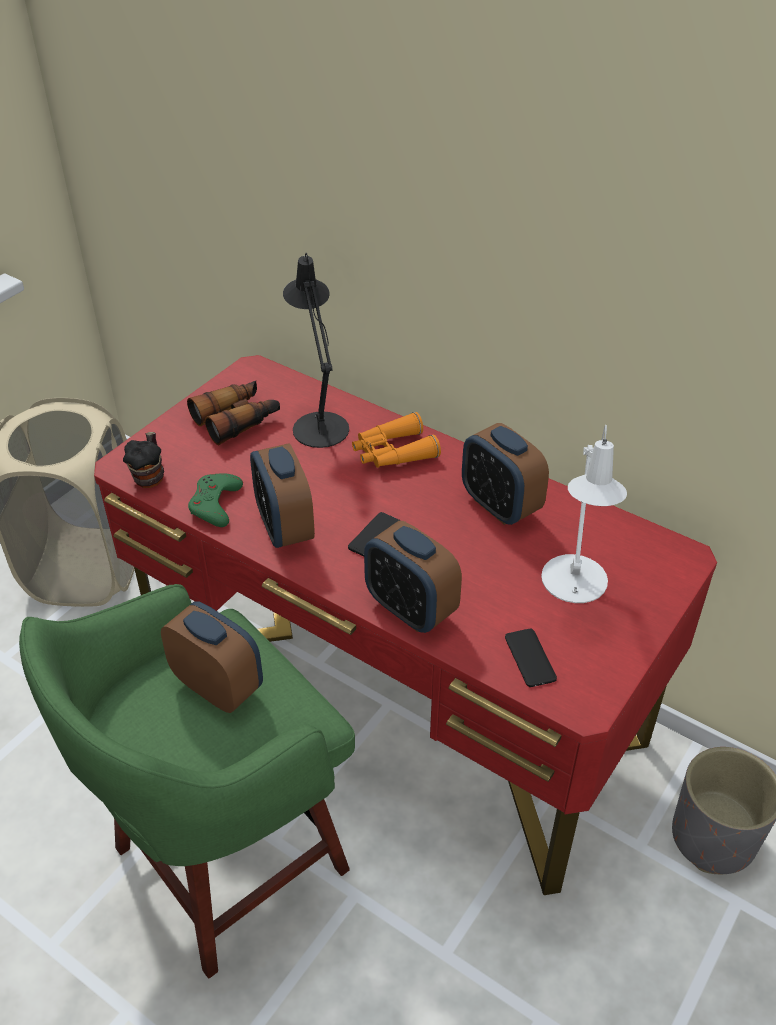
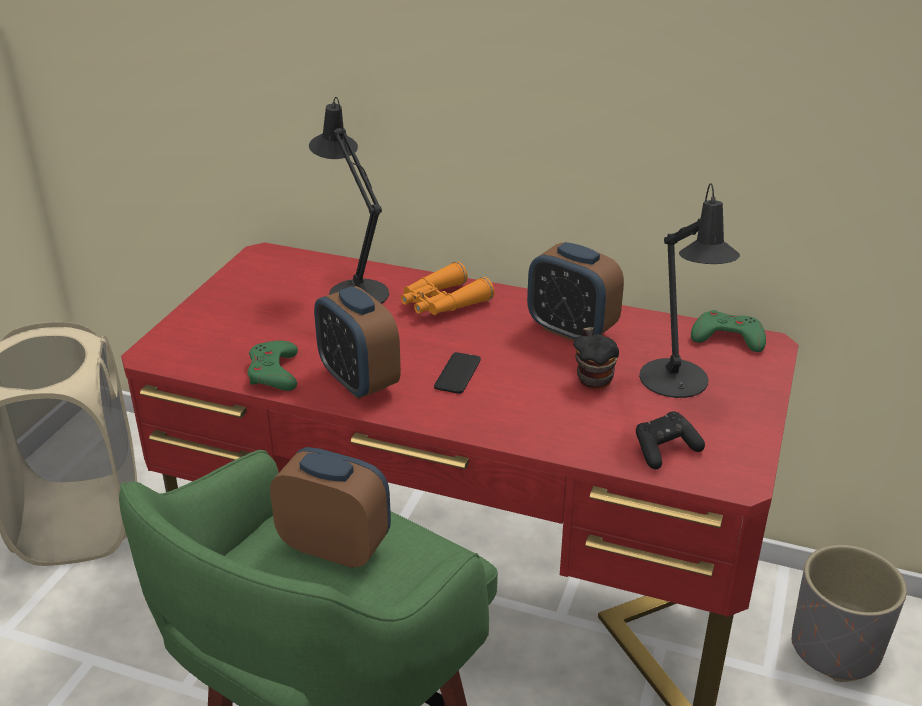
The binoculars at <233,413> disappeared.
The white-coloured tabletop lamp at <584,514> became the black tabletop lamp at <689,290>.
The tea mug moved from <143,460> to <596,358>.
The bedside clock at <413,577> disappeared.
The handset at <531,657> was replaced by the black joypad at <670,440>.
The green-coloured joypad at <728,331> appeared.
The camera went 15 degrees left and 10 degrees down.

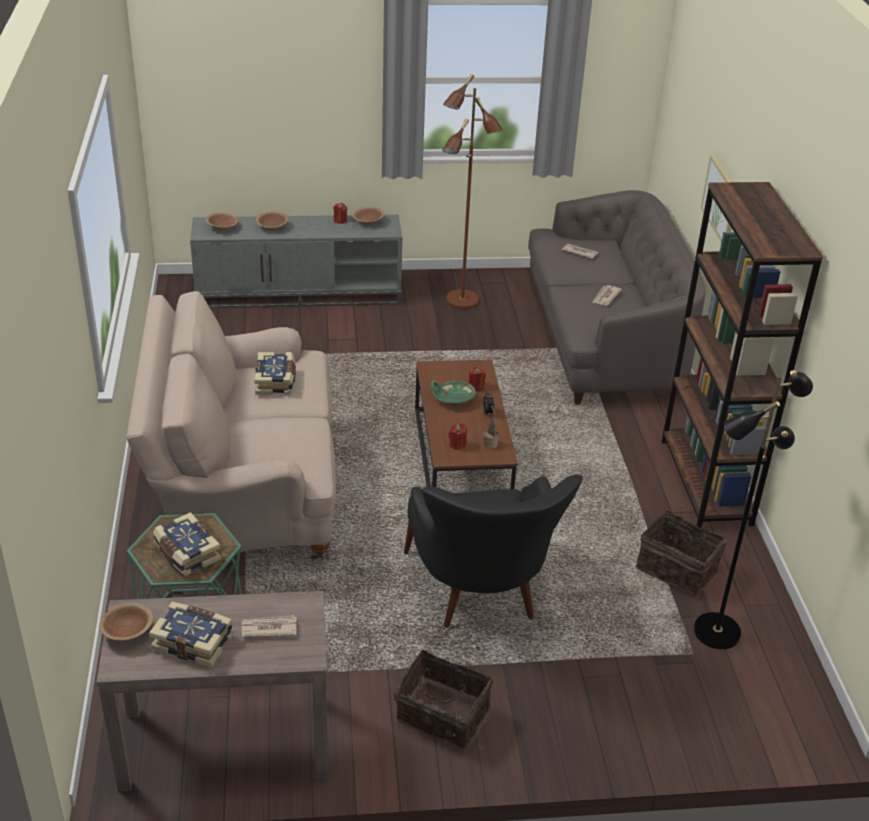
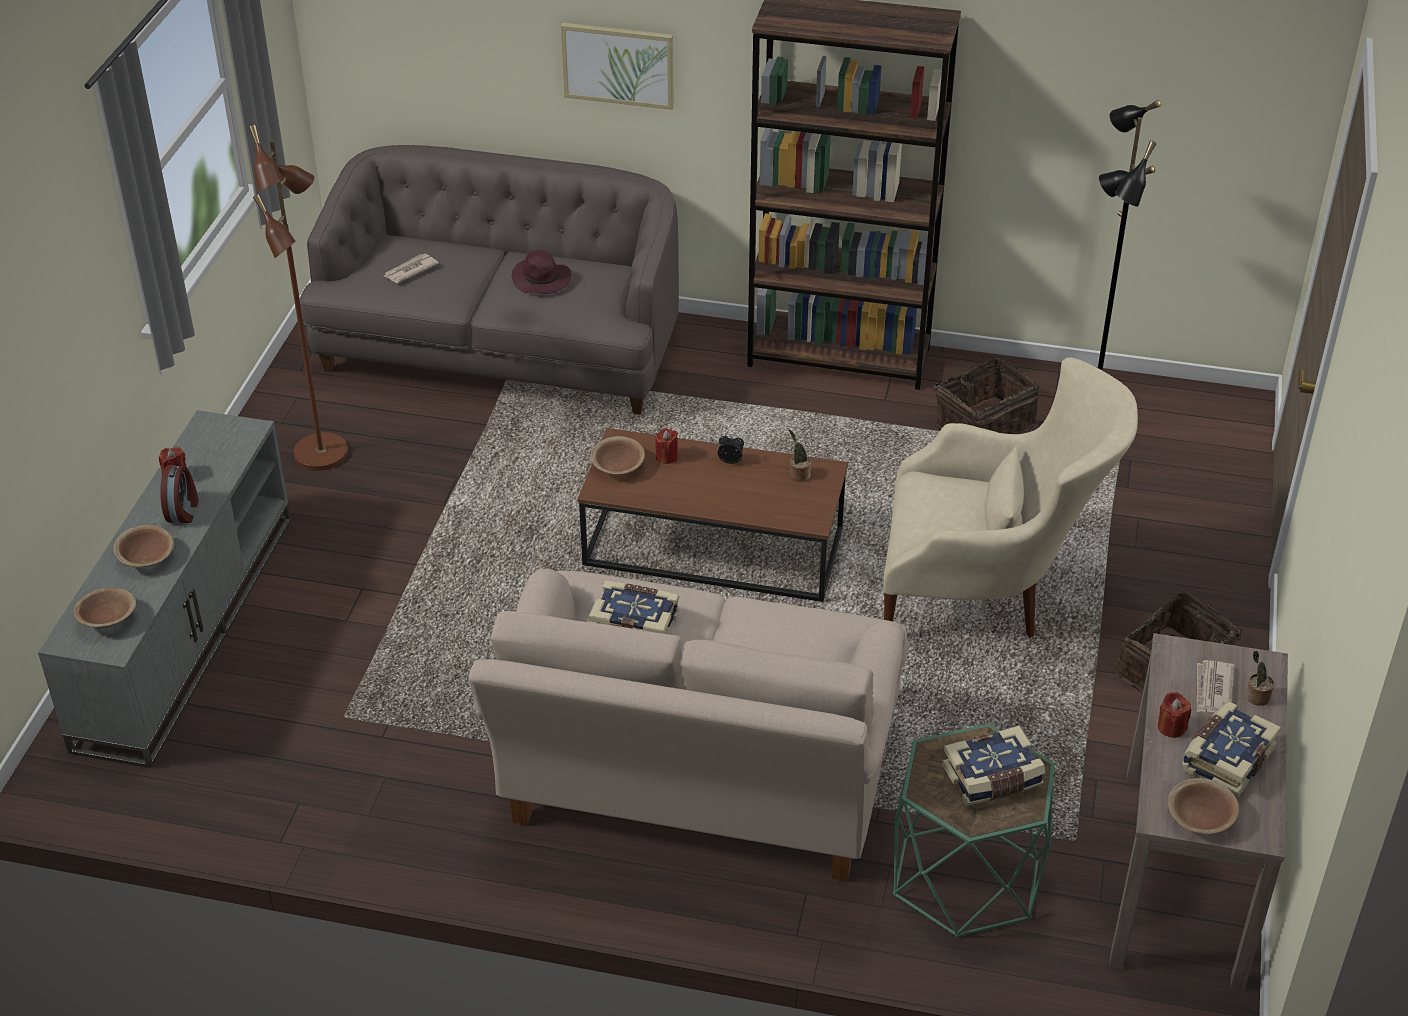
The brown-coloured deep dish moved from <369,216> to <617,455>.
The newspaper at <607,295> was replaced by the purple-coloured clothing hat at <542,272>.
The green-coloured deep dish at <453,393> disappeared.
The red-coloured candle moved from <457,436> to <1174,715>.
The black easy chair at <493,551> became the beige easy chair at <1010,498>.
The bedside clock at <179,494> appeared.
The houseplant at <1260,678> appeared.
The camera went 70 degrees left and 5 degrees up.

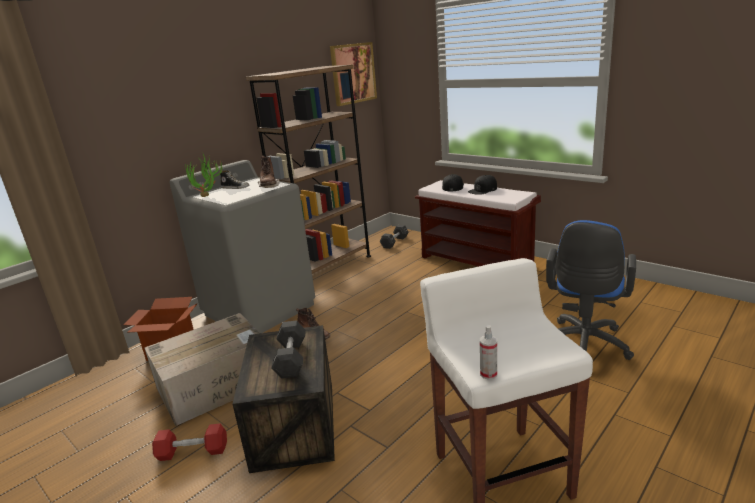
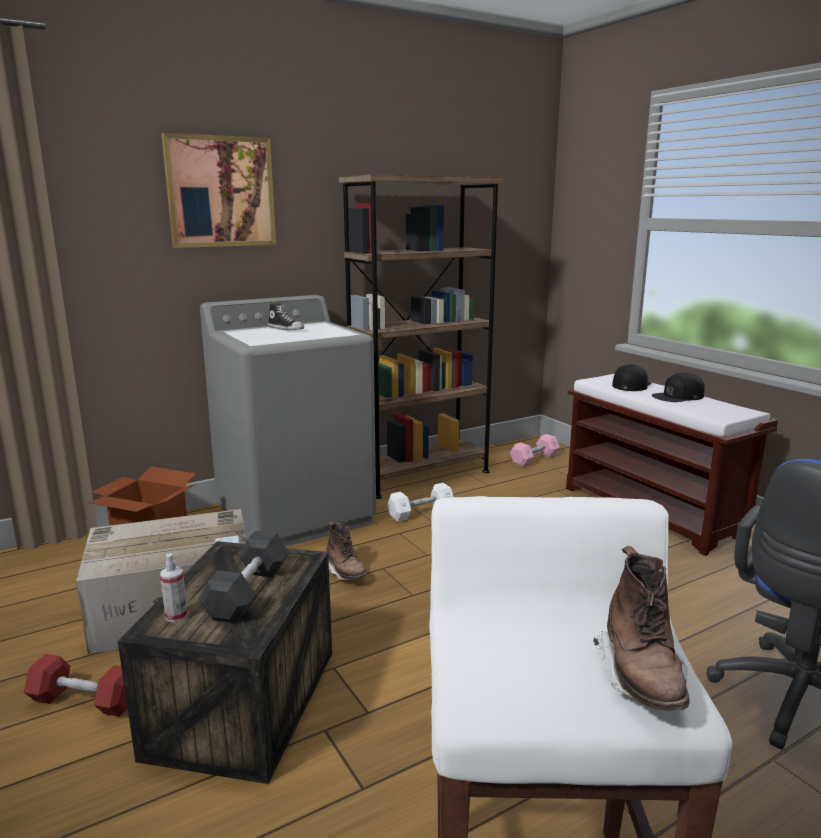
The picture moved from <353,74> to <218,190>.
The houseplant at <203,175> disappeared.
The brown-coloured high-top boot moved from <269,172> to <642,628>.
The black free weight at <394,237> became the pink-coloured free weight at <535,450>.
The spray bottle moved from <488,352> to <174,588>.
The white-coloured free weight at <420,502> appeared.
The camera went 15 degrees right and 5 degrees down.

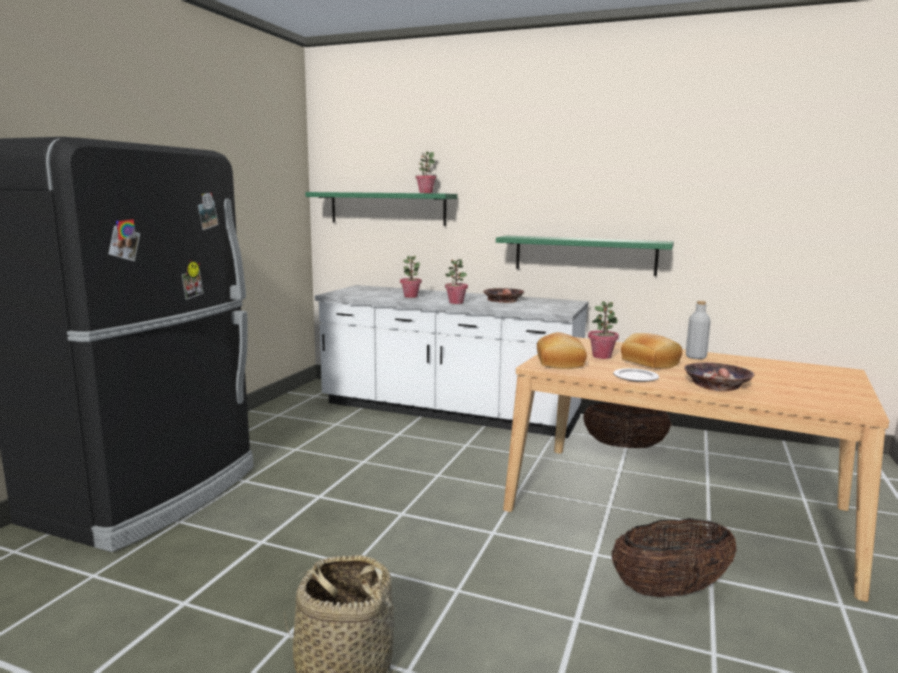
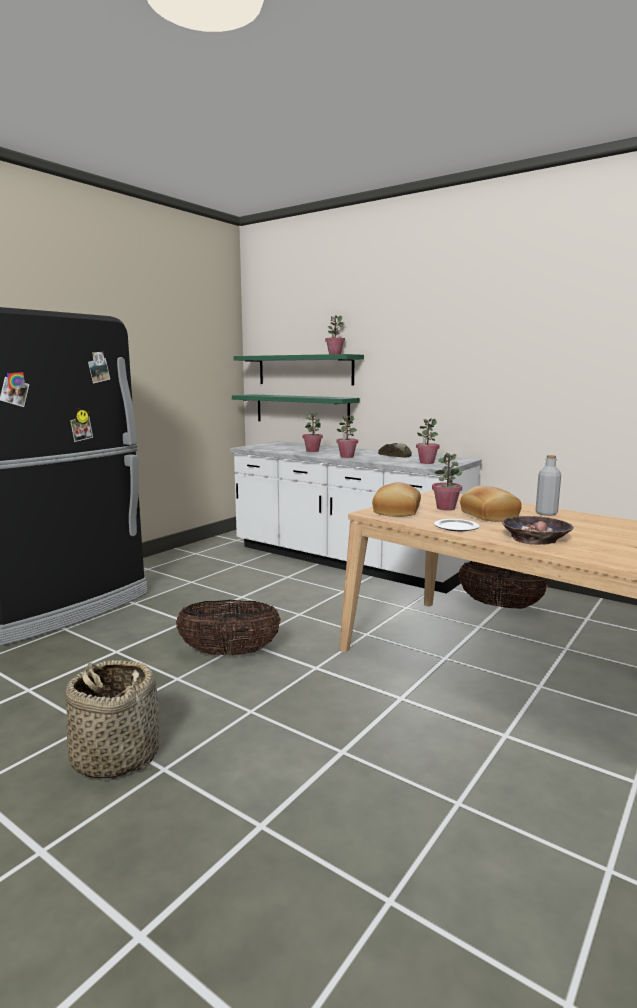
The green-coloured shelf moved from <585,256> to <295,410>.
The deep dish at <504,295> was replaced by the bread at <395,450>.
The storage basket moved from <674,558> to <228,628>.
The houseplant at <428,441> appeared.
The camera went 15 degrees right and 0 degrees up.

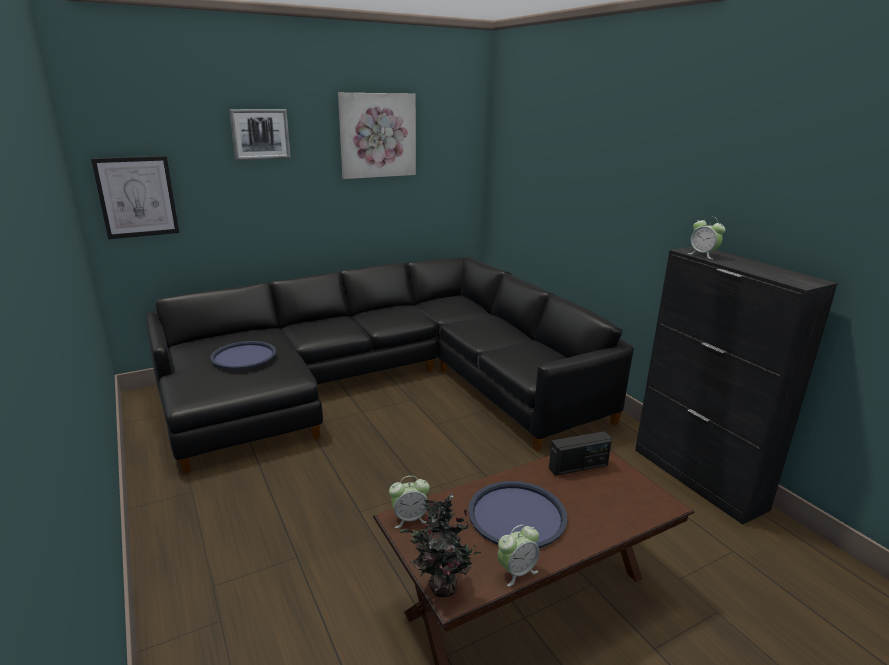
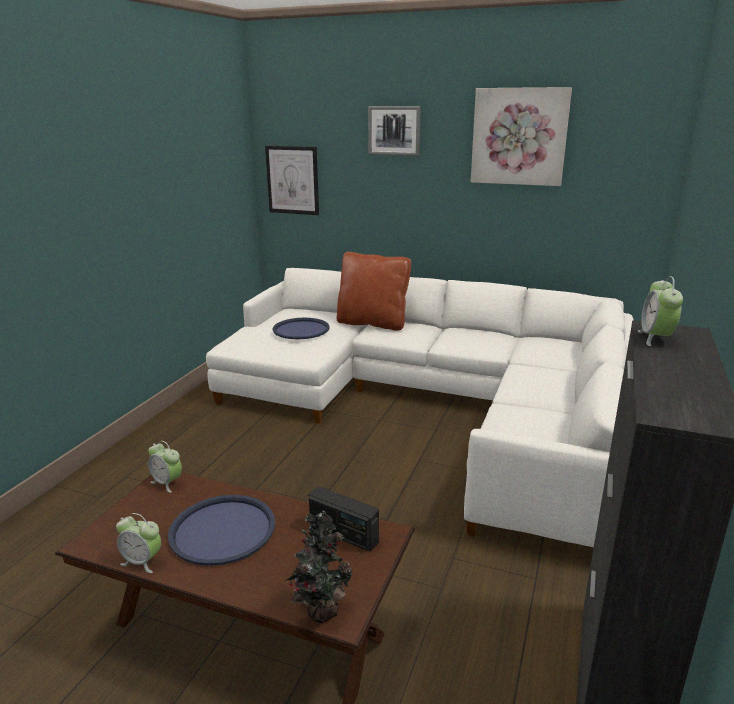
The black settee at <390,365> became the white-coloured settee at <419,407>.
The houseplant moved from <443,545> to <318,567>.
The brown-coloured throw pillow at <374,291> appeared.
The camera went 50 degrees right and 0 degrees up.

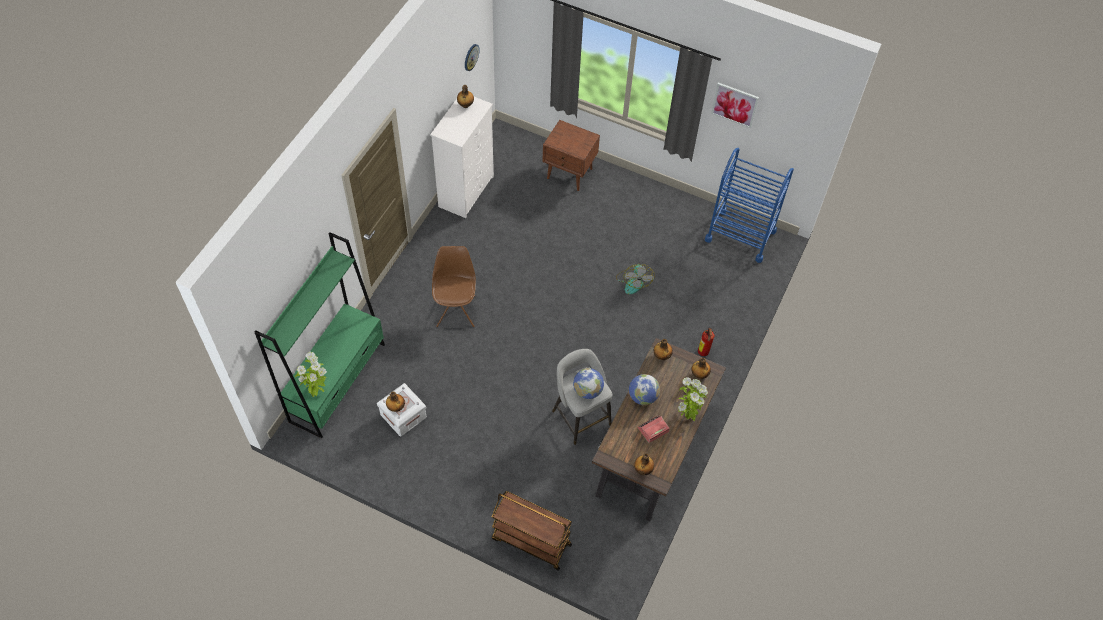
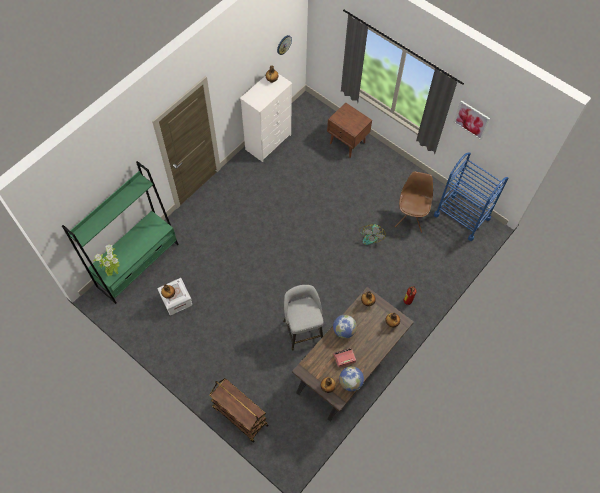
The brown-coloured upright chair moved from <454,286> to <414,202>.
The desk globe moved from <588,383> to <351,378>.
The houseplant at <693,399> disappeared.
The camera went 15 degrees right and 5 degrees up.

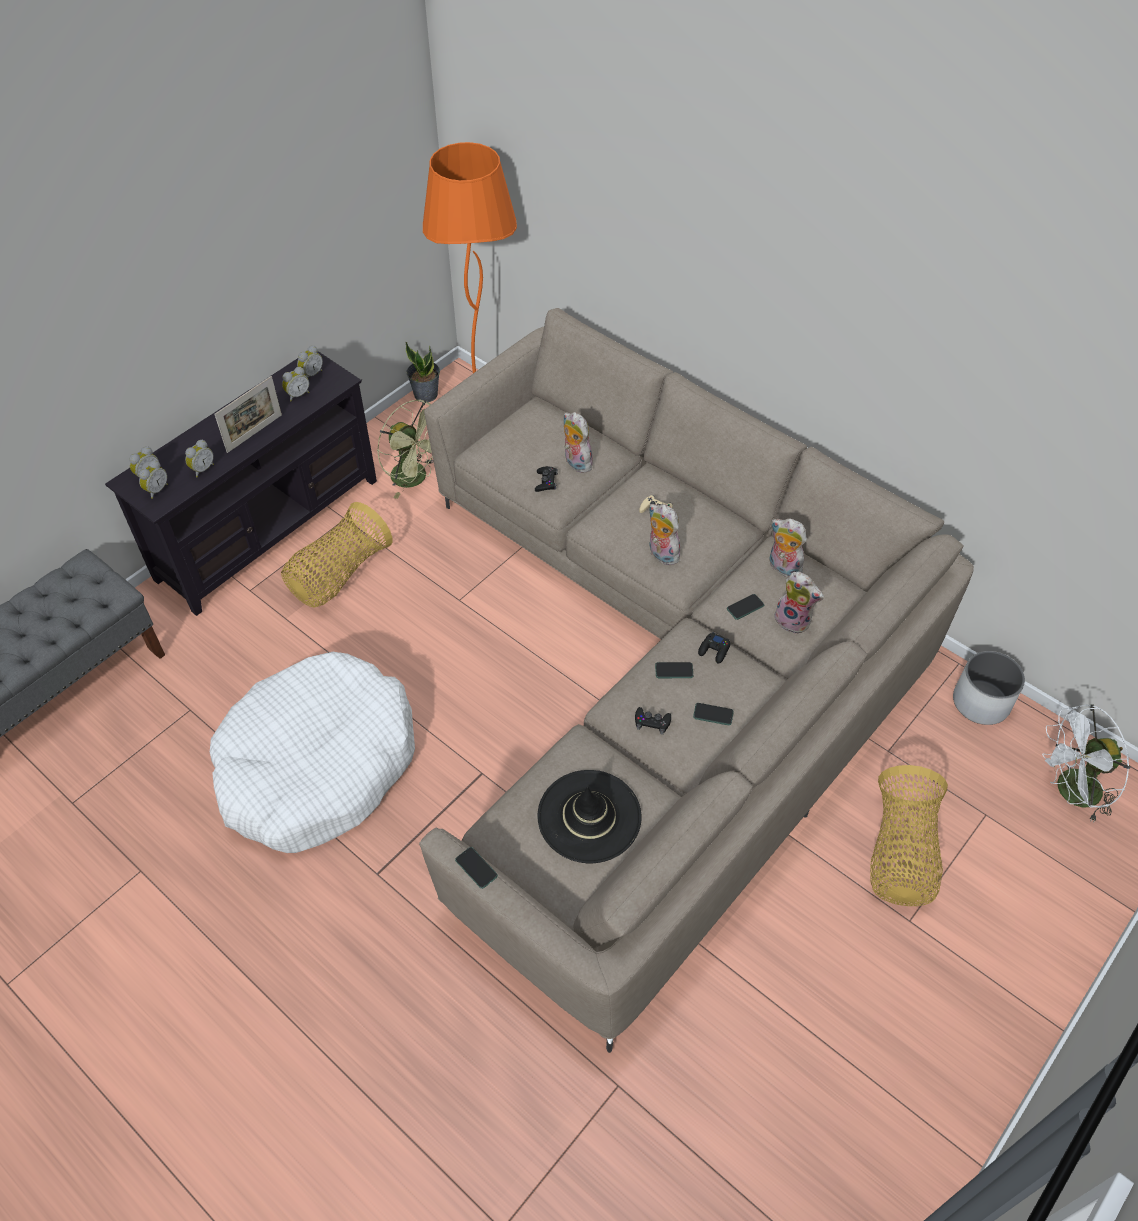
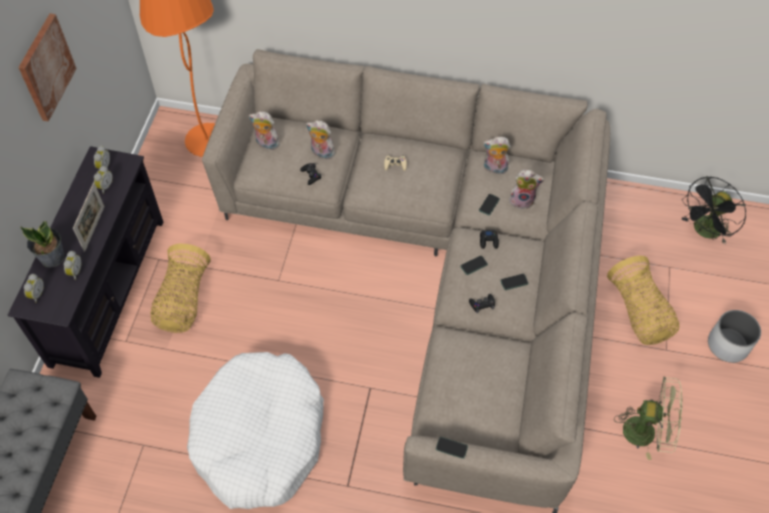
The houseplant moved from <422,372> to <42,244>.
The green-coloured cooling fan moved from <405,449> to <648,418>.
The bedside clock at <153,479> disappeared.
The cuddly toy moved from <664,534> to <264,130>.
The white-coloured planter moved from <989,688> to <734,336>.
The white-coloured cooling fan at <1086,763> became the black cooling fan at <713,210>.
The black clothing hat at <589,816> disappeared.
The picture at <47,67> appeared.
The camera went 30 degrees left and 5 degrees up.

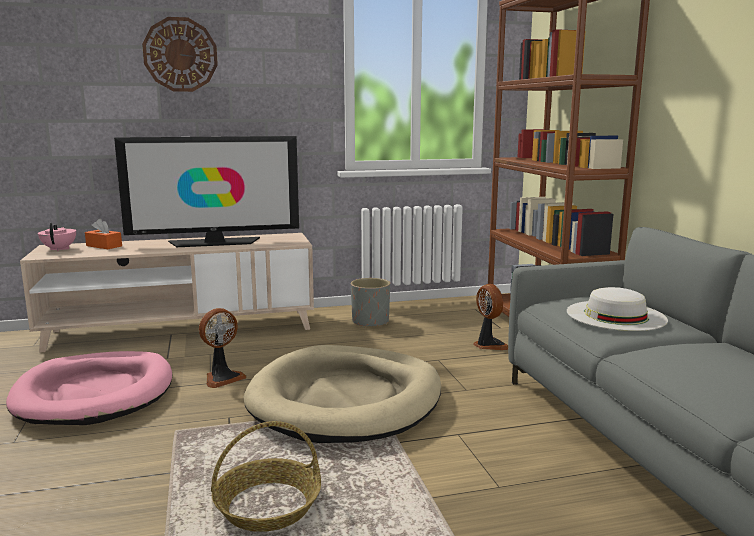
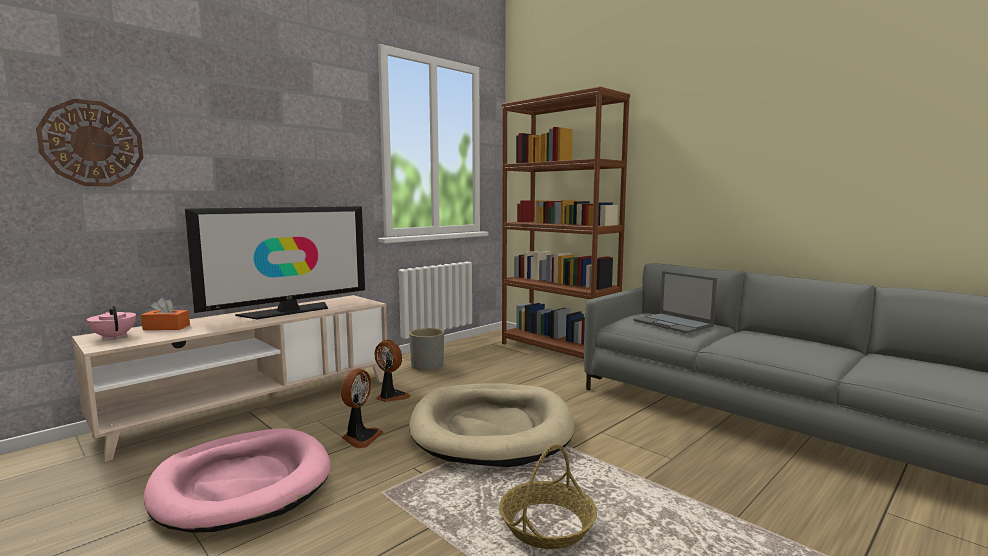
The clock on the wall moved from <180,54> to <89,142>.
The cooling fan moved from <490,317> to <392,371>.
The white-coloured clothing hat at <617,309> was replaced by the portable computer at <675,302>.
The camera went 30 degrees left and 5 degrees down.

